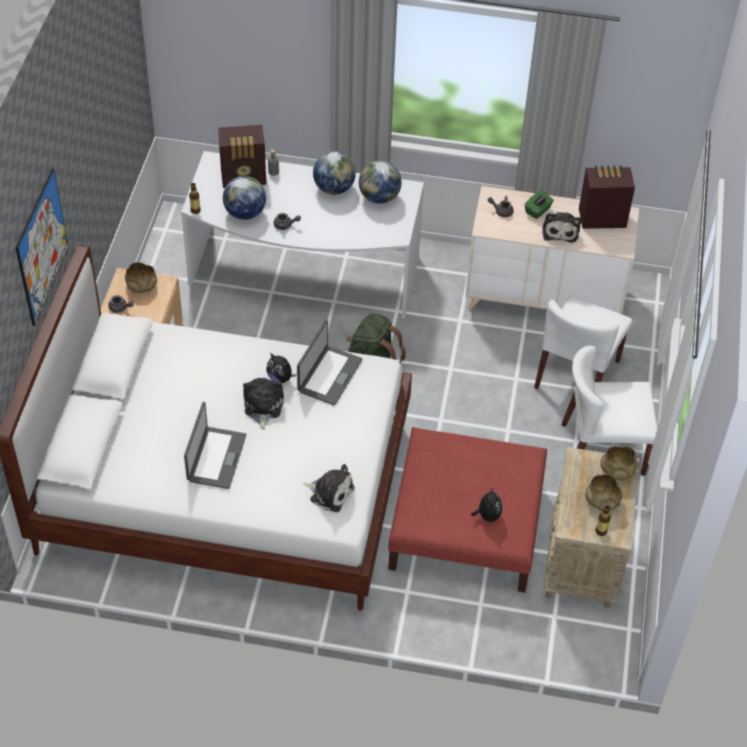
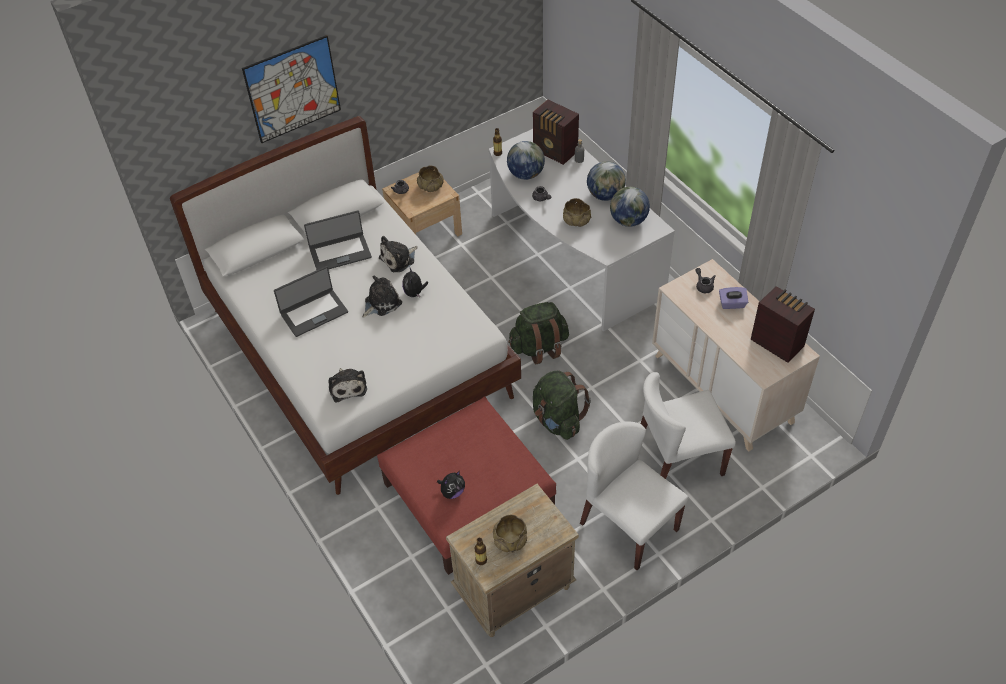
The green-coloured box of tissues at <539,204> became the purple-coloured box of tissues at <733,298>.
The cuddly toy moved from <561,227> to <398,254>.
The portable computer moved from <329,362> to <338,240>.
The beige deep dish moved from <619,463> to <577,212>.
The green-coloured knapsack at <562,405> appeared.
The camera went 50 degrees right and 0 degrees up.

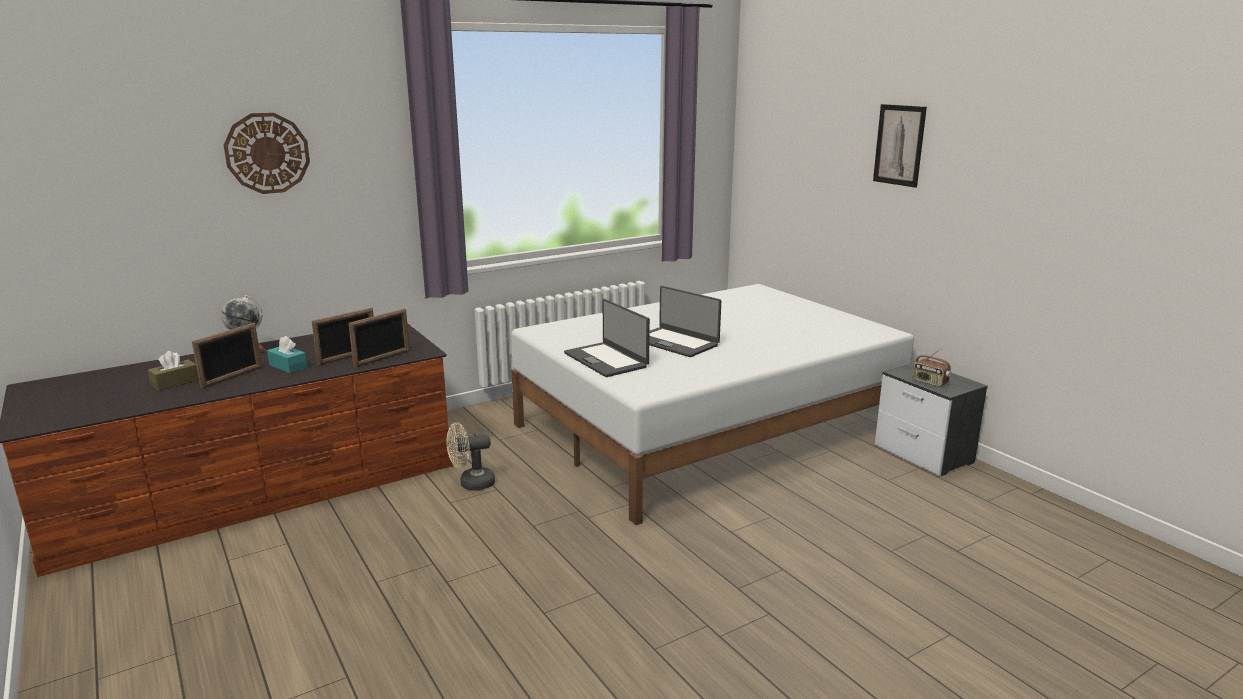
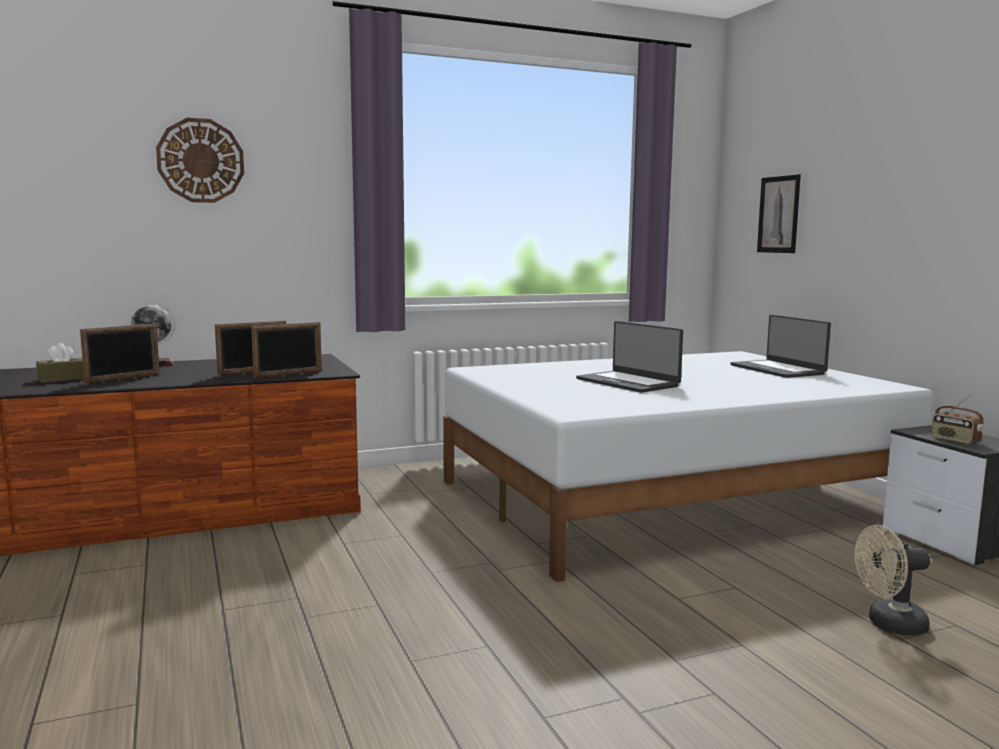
The picture moved from <900,146> to <779,213>.
The portable computer moved from <607,338> to <780,346>.
The blue-green box of tissues at <287,354> disappeared.
The beige cooling fan moved from <470,456> to <892,580>.
The camera went 10 degrees right and 10 degrees down.

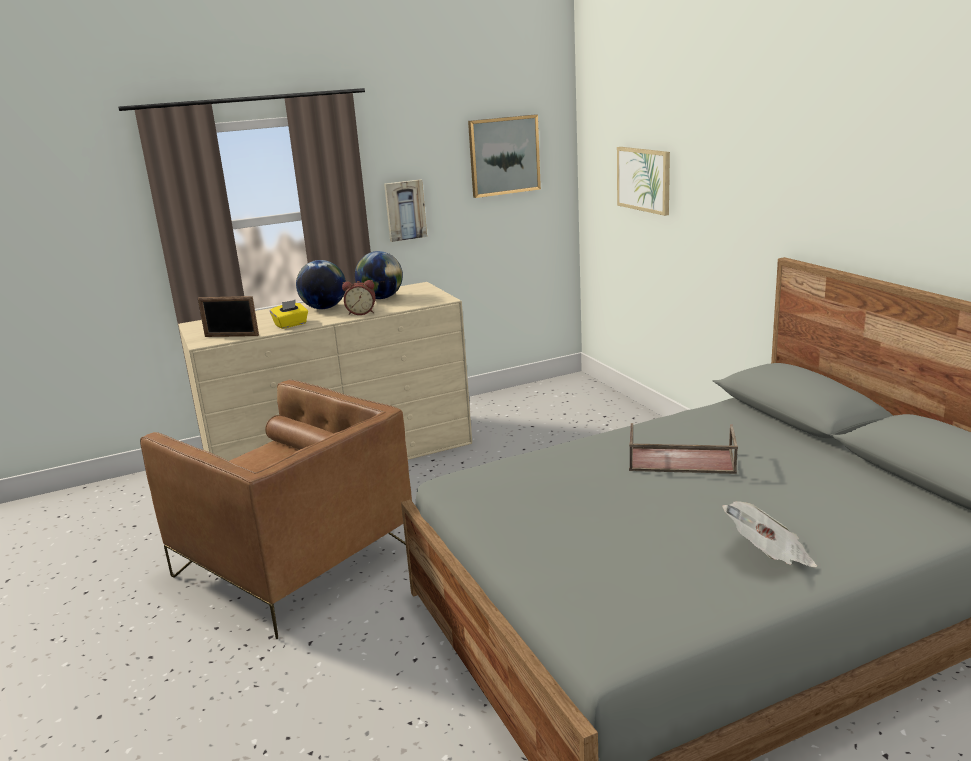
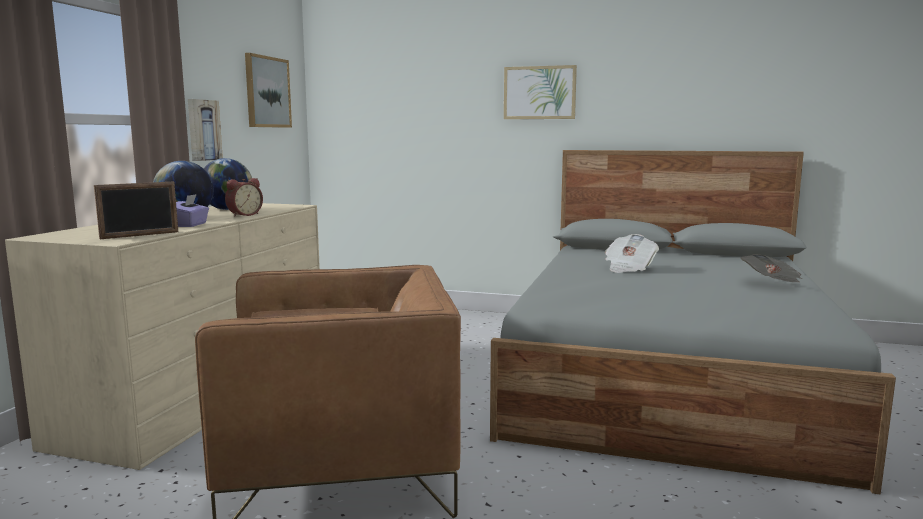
The picture moved from <643,181> to <540,92>.
The yellowish box of tissues at <289,314> became the purple-coloured box of tissues at <192,210>.
The brown-coloured tray at <683,448> was replaced by the newspaper at <632,253>.
The camera went 50 degrees left and 10 degrees down.

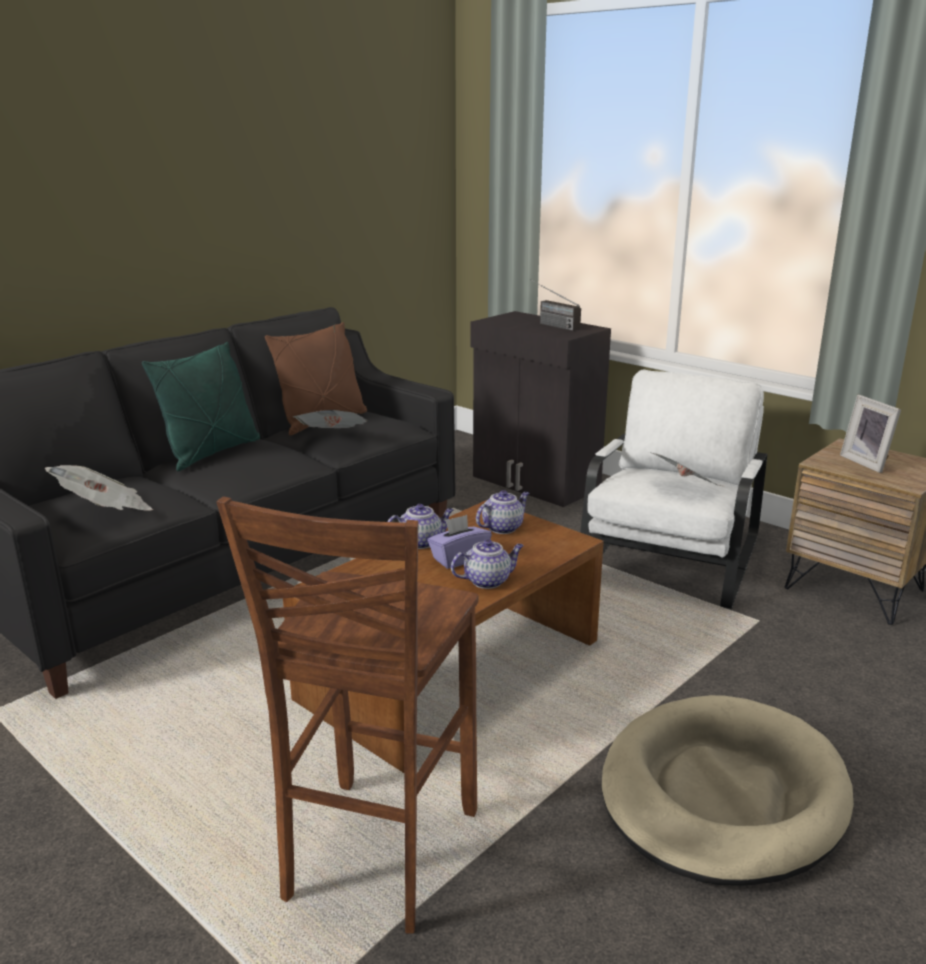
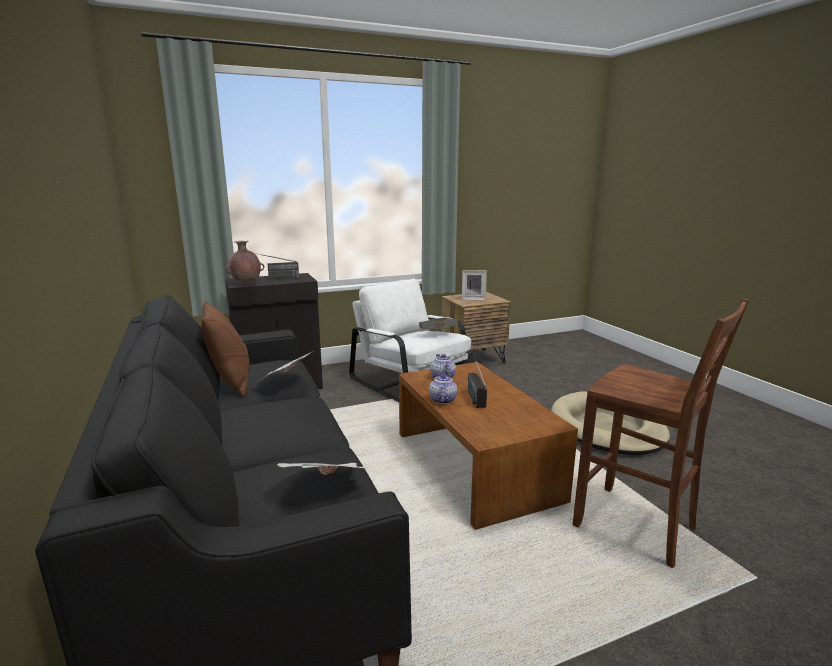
The green-coloured throw pillow at <201,406> disappeared.
The purple-coloured box of tissues at <459,542> was replaced by the radio set at <477,379>.
The teapot at <487,564> disappeared.
The brown-coloured flower vase at <244,263> appeared.
The camera went 65 degrees left and 5 degrees down.

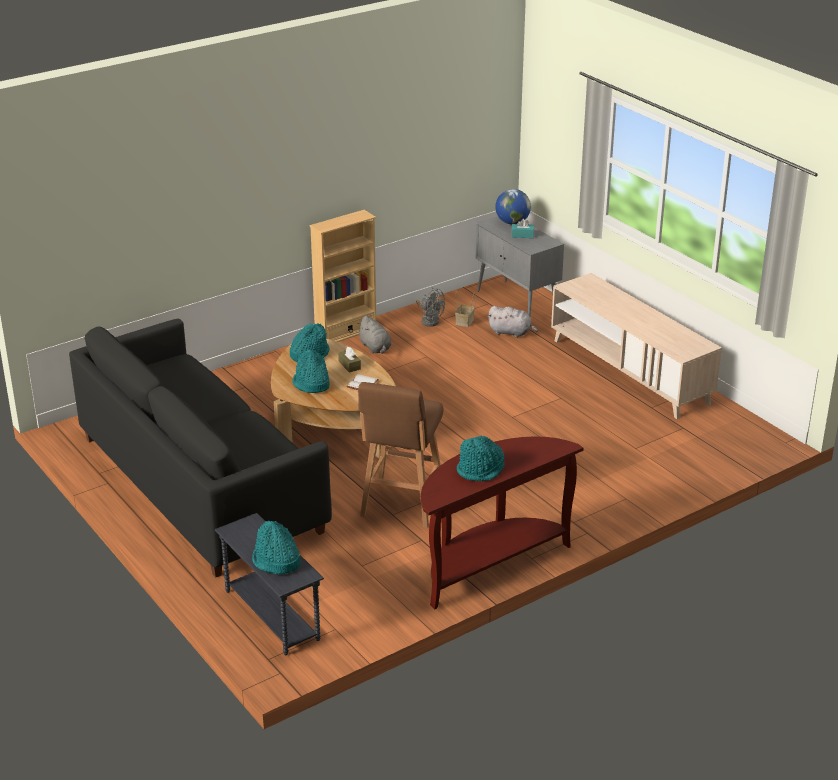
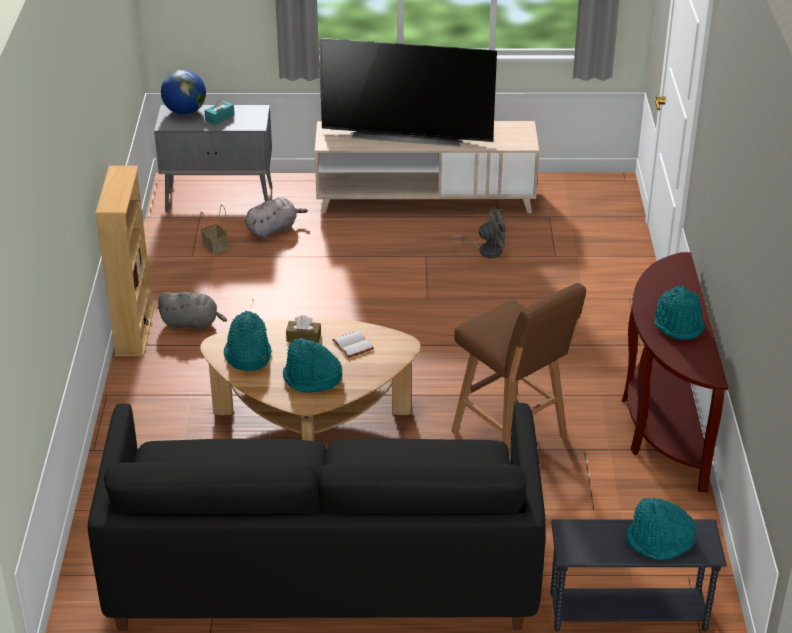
The gray cooling fan moved from <430,307> to <479,233>.
The TV at <408,92> appeared.
The camera went 55 degrees left and 5 degrees up.

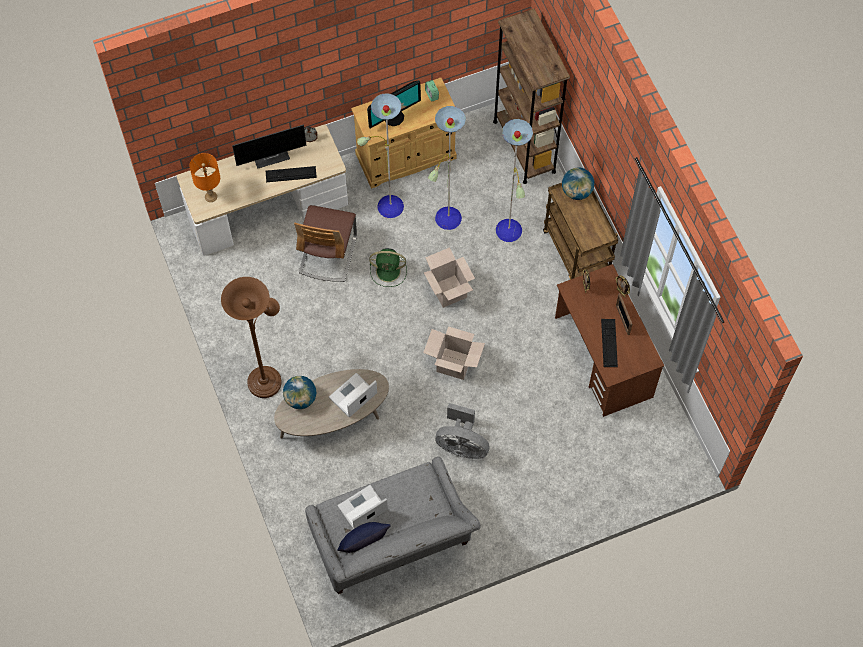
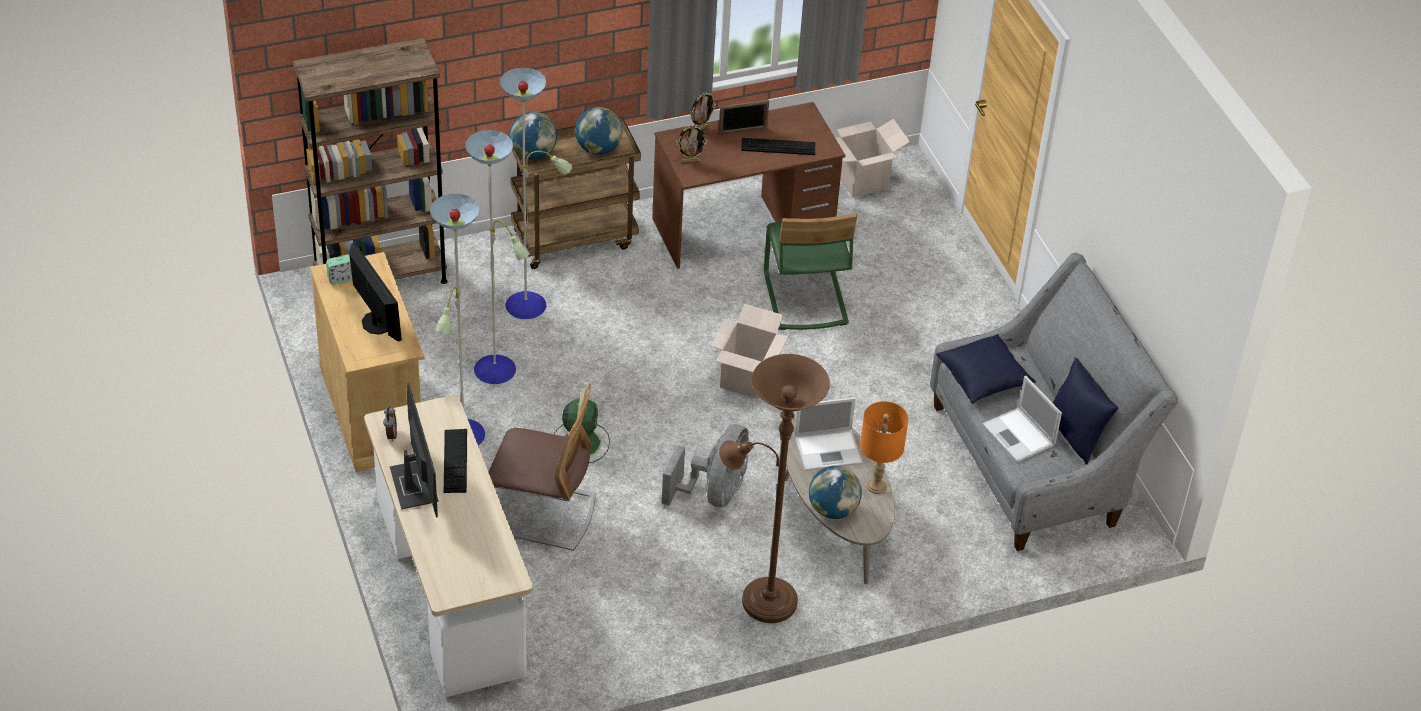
The orange tabletop lamp moved from <204,177> to <884,447>.
The cardboard box moved from <449,277> to <873,158>.
The portable computer at <353,395> turned 60 degrees counterclockwise.
The gray cooling fan moved from <462,431> to <705,465>.
The desk globe at <599,131> appeared.
The green-coloured upright chair at <810,271> appeared.
The blue-coloured throw pillow at <986,369> appeared.
The camera went 90 degrees left and 20 degrees down.

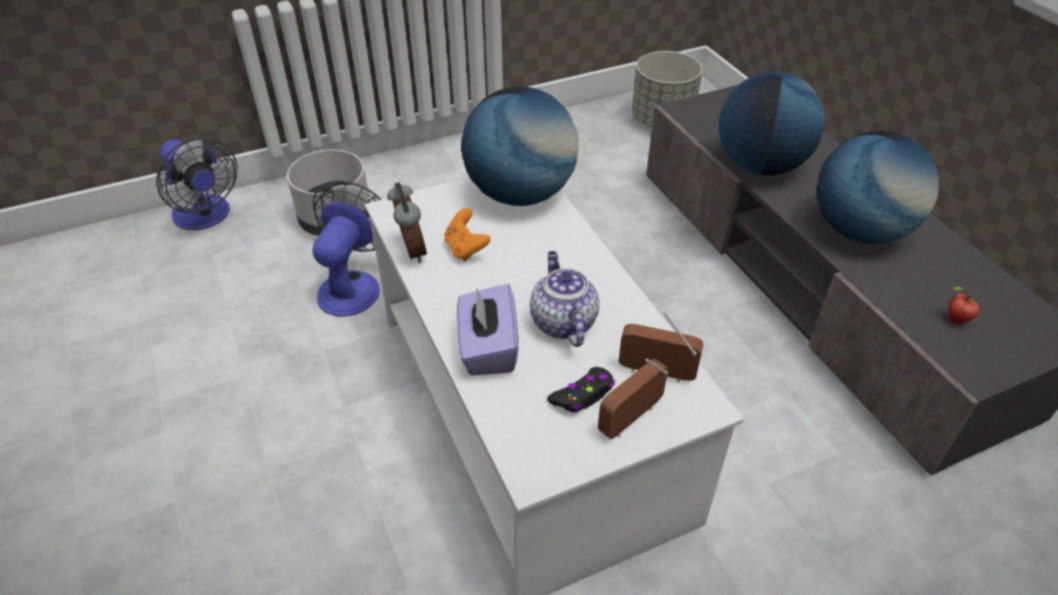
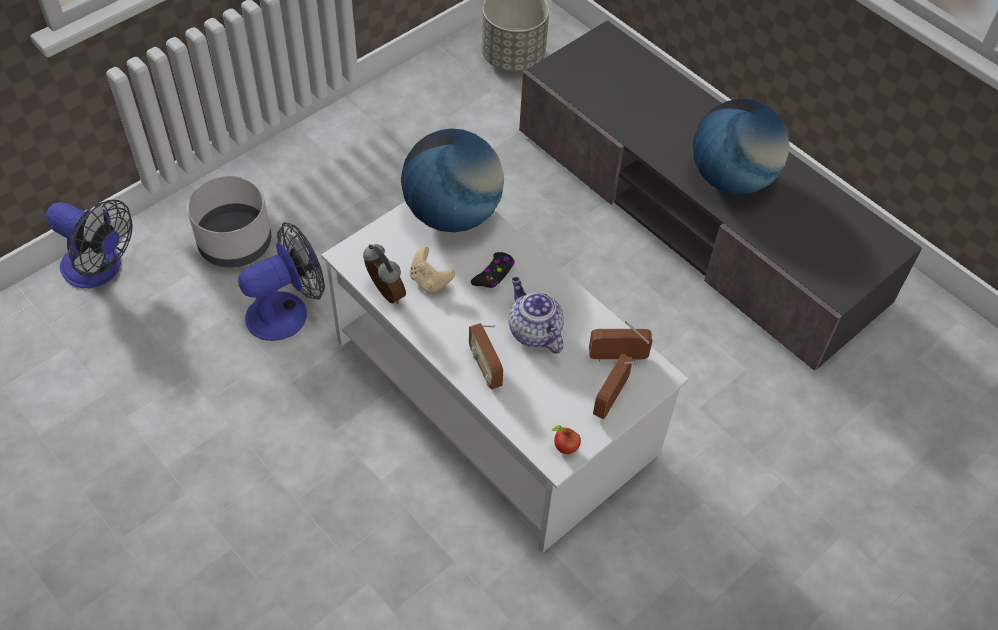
The desk globe at <771,123> disappeared.
The cooling fan at <347,248> turned 60 degrees clockwise.
The orange joypad at <467,234> became the beige joypad at <432,269>.
The purple-coloured box of tissues at <487,329> was replaced by the radio set at <486,356>.
The apple moved from <963,305> to <566,439>.
The black joypad moved from <581,389> to <493,270>.
The camera went 20 degrees left and 10 degrees up.

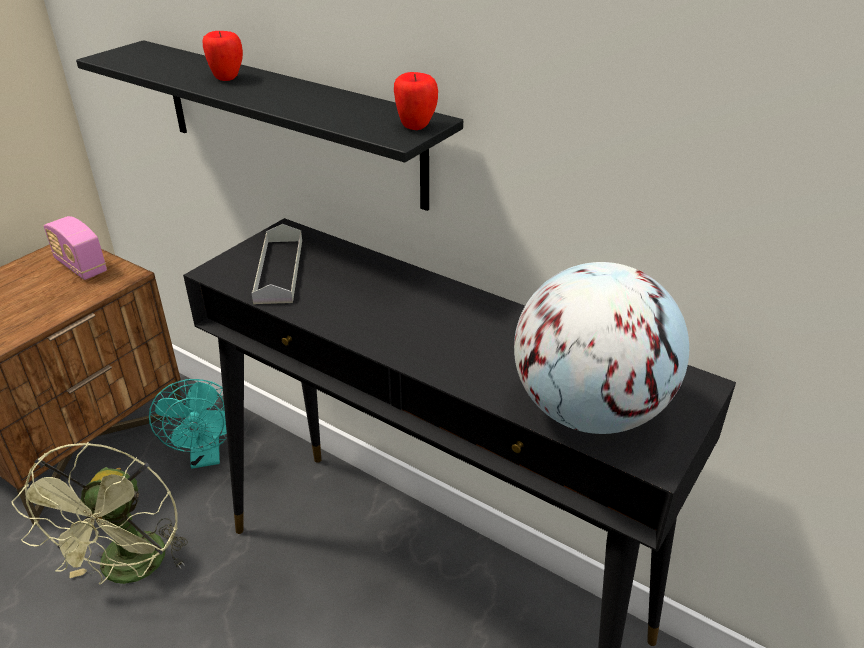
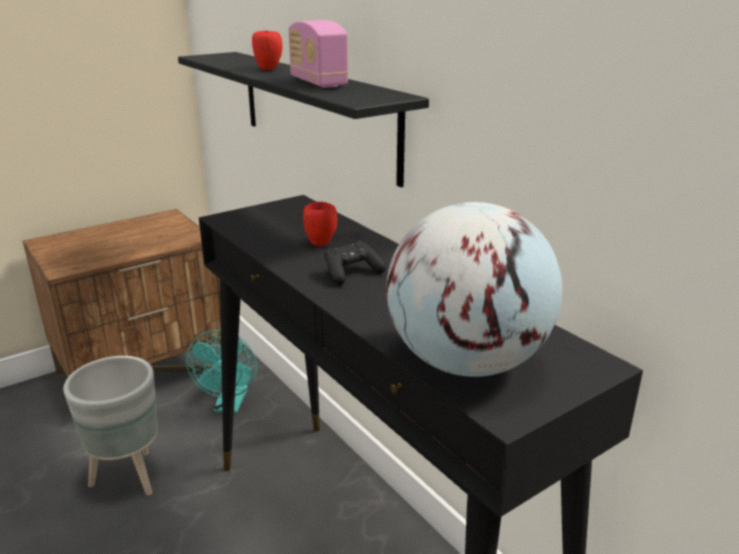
The apple moved from <416,101> to <320,224>.
The radio set moved from <75,248> to <318,54>.
The gray tray at <277,264> disappeared.
The green-coloured cooling fan at <99,513> was replaced by the gray planter at <110,426>.
The black joypad at <355,263> appeared.
The camera went 20 degrees right and 10 degrees down.

